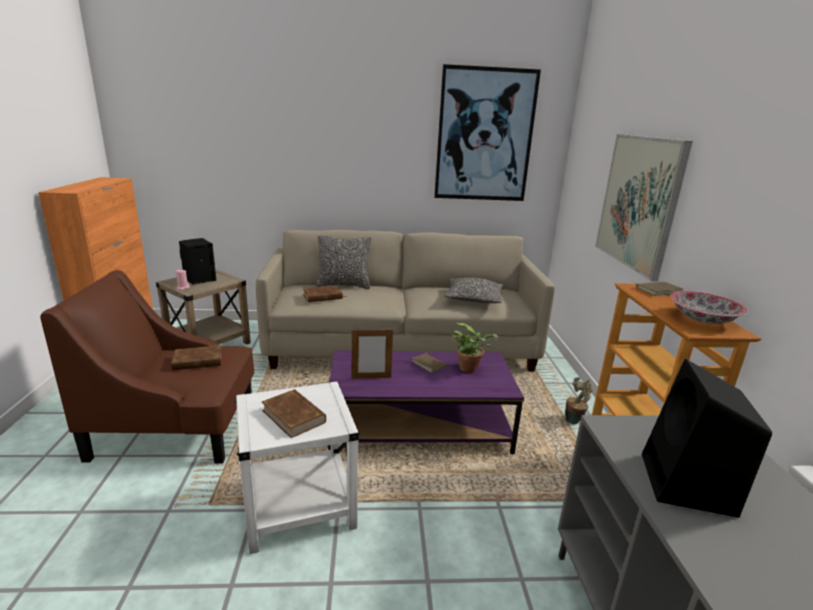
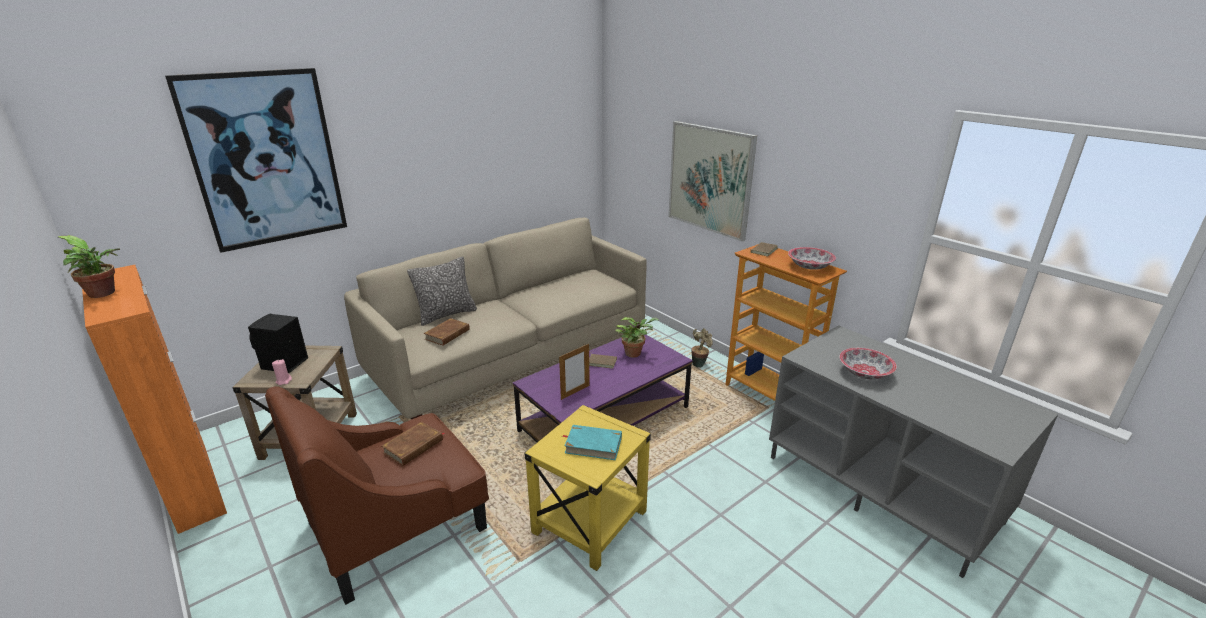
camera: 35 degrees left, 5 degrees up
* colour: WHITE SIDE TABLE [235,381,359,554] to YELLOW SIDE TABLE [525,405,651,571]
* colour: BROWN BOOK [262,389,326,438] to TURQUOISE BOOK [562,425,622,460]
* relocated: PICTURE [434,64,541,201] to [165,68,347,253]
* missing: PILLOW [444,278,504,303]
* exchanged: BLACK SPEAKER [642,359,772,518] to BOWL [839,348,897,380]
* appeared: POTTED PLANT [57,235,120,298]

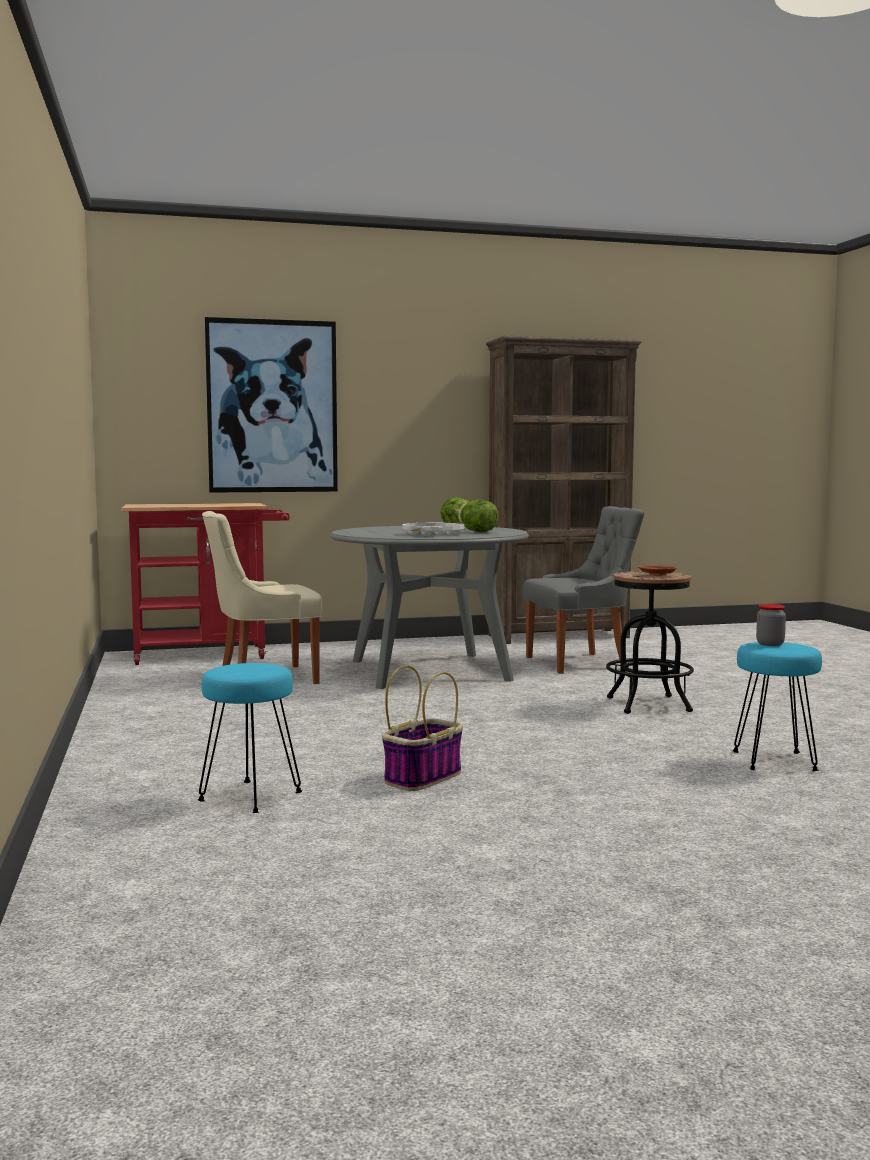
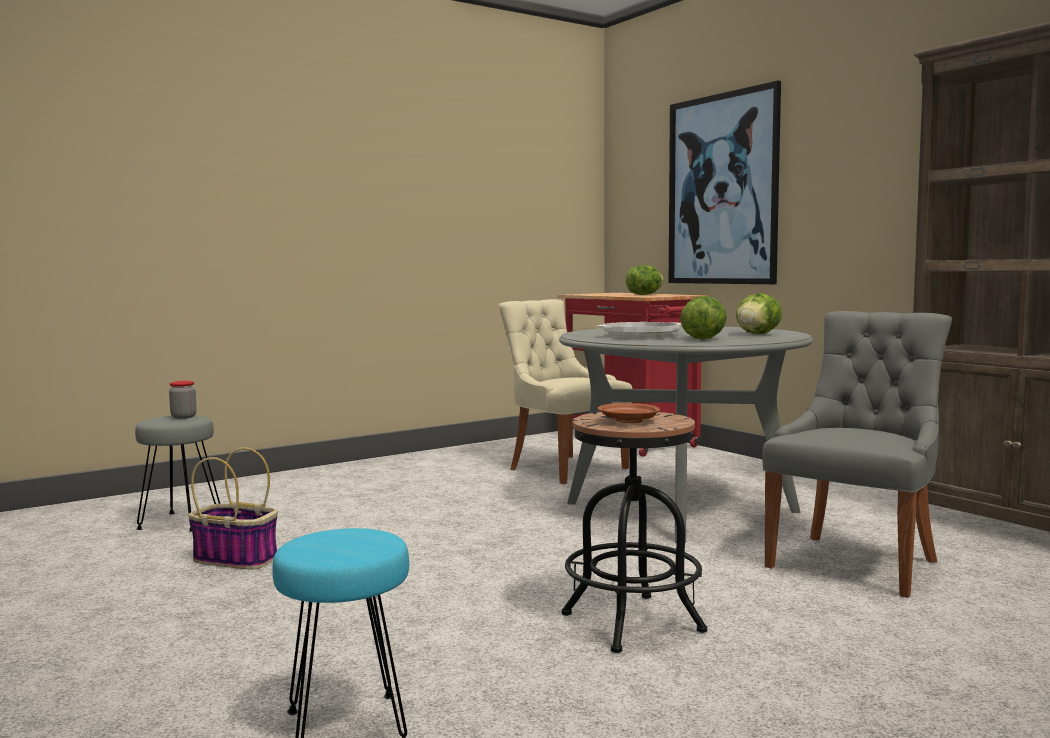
camera: 70 degrees right, 0 degrees up
* colour: TURQUOISE STOOL [198,663,302,813] to GREY STOOL [135,415,220,532]
* spun: GREY CHAIR [523,506,644,674] = [763,311,952,598] 105 degrees counterclockwise
* relocated: JAR [756,604,786,646] to [169,381,197,419]
* appeared: LETTUCE [625,265,664,295]

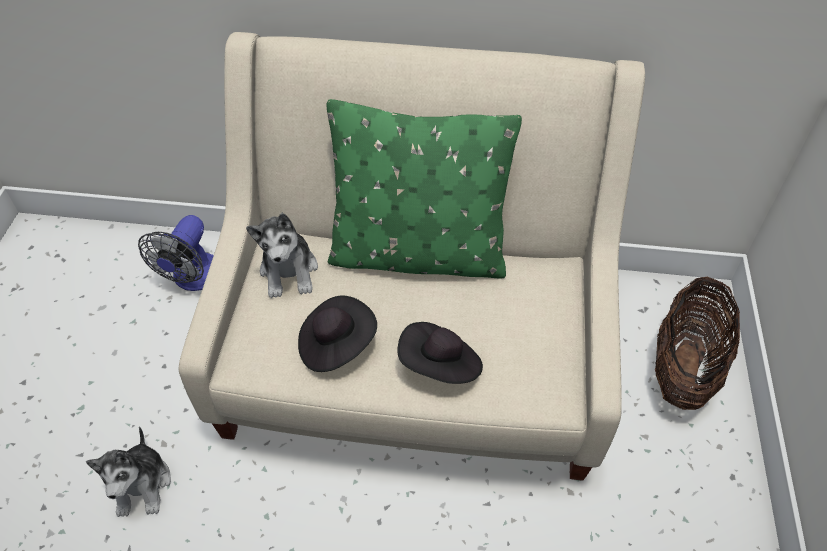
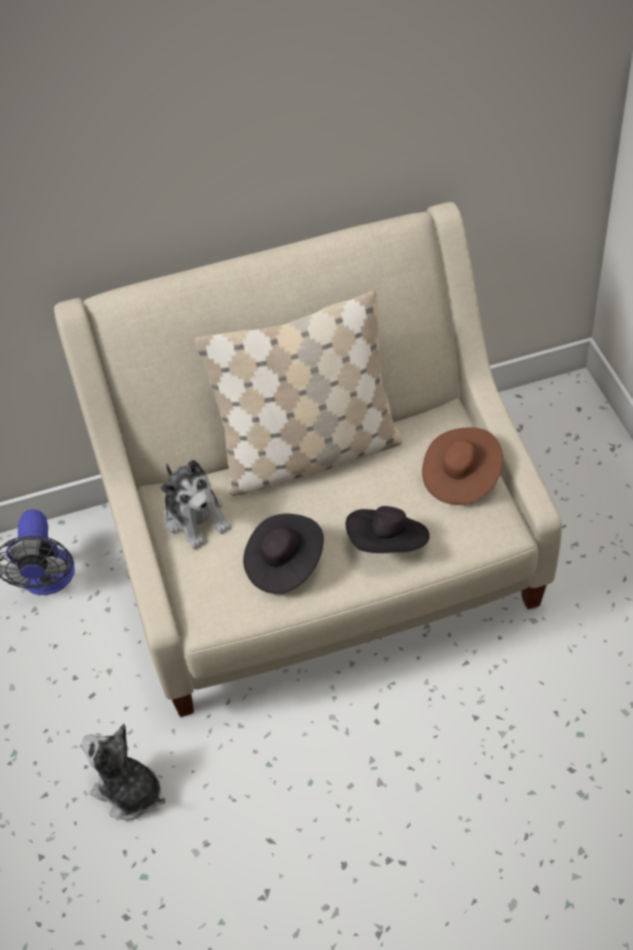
camera: 20 degrees left, 0 degrees up
* spun: PLUSH TOY [86,427,171,517] = [81,724,165,821] 150 degrees clockwise
* colour: GREEN PILLOW [327,99,522,279] to BEIGE PILLOW [195,291,402,496]
* missing: BASKET [655,277,740,410]
* appeared: BROWN HAT [422,427,503,505]

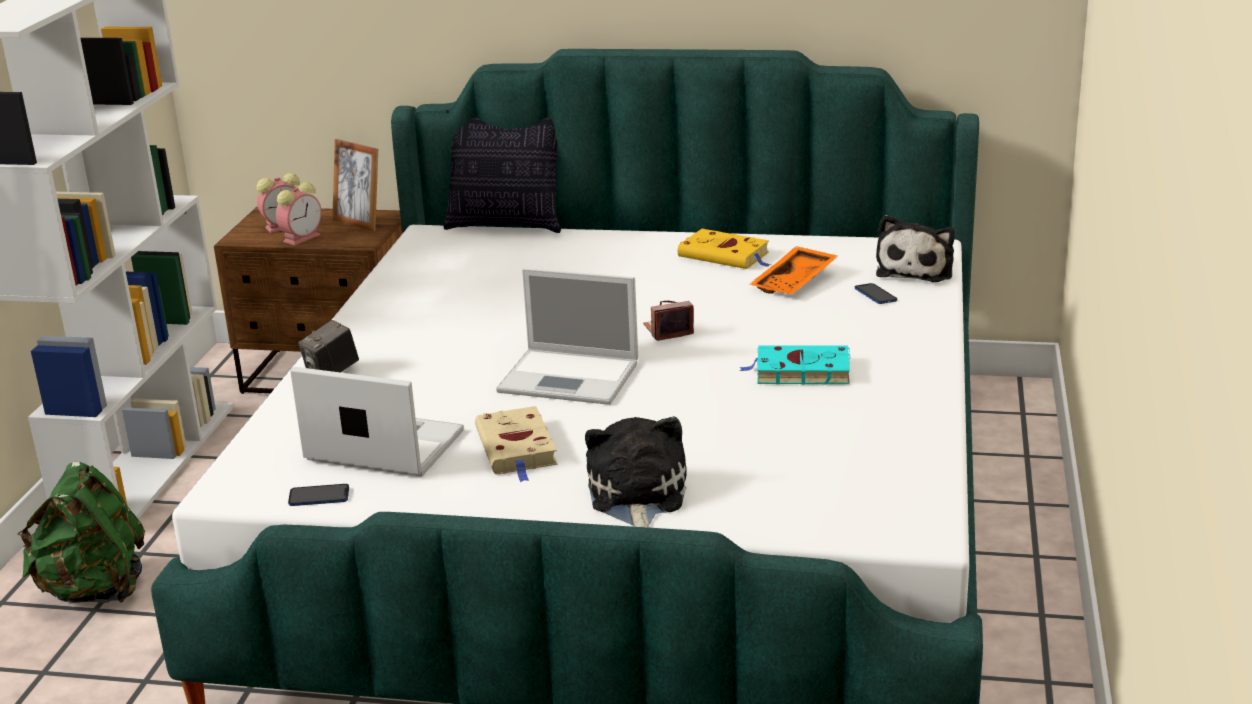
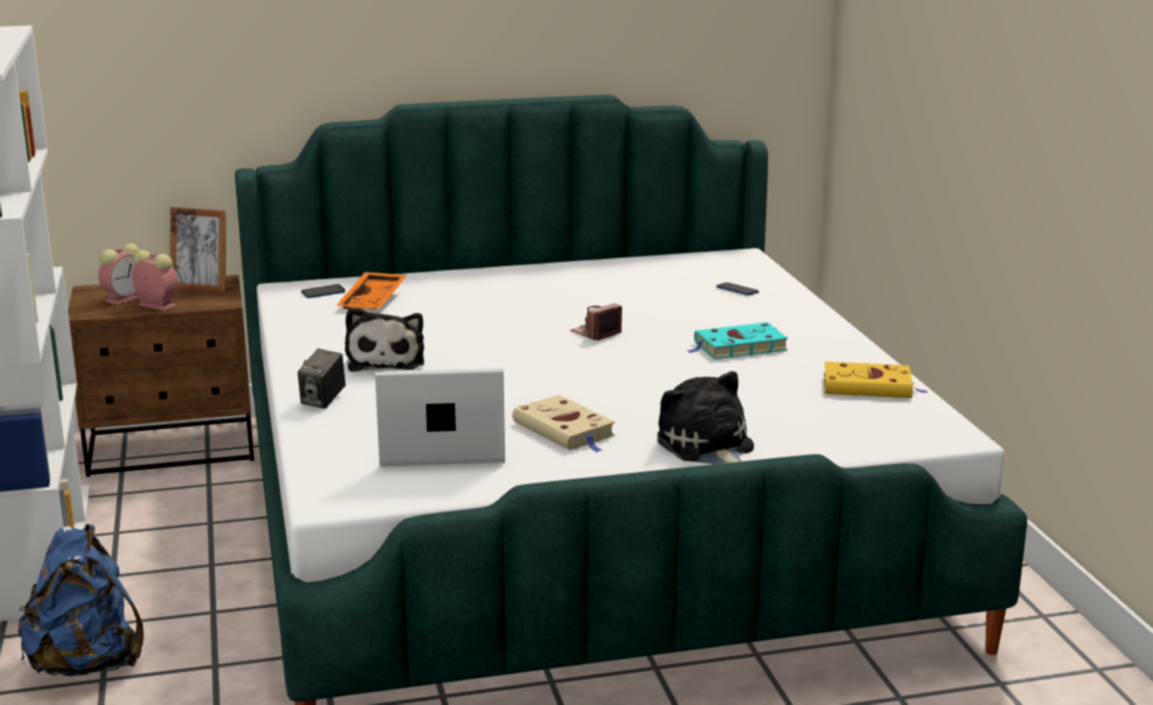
camera: 25 degrees left, 5 degrees down
* colour: GREEN BACKPACK [17,462,145,603] to BLUE BACKPACK [18,524,144,676]
* spun: ALARM CLOCK [276,182,322,246] = [132,250,178,311] 75 degrees counterclockwise
* relocated: PHONE [288,484,349,506] to [301,284,345,298]
* missing: PILLOW [444,110,561,233]
* missing: LAPTOP [496,268,638,405]
* relocated: YELLOW BOOK [678,229,771,269] to [823,362,928,398]
* relocated: ORANGE TRAY [749,246,838,294] to [336,272,407,310]
* relocated: PLUSH TOY [876,215,955,282] to [345,307,424,372]

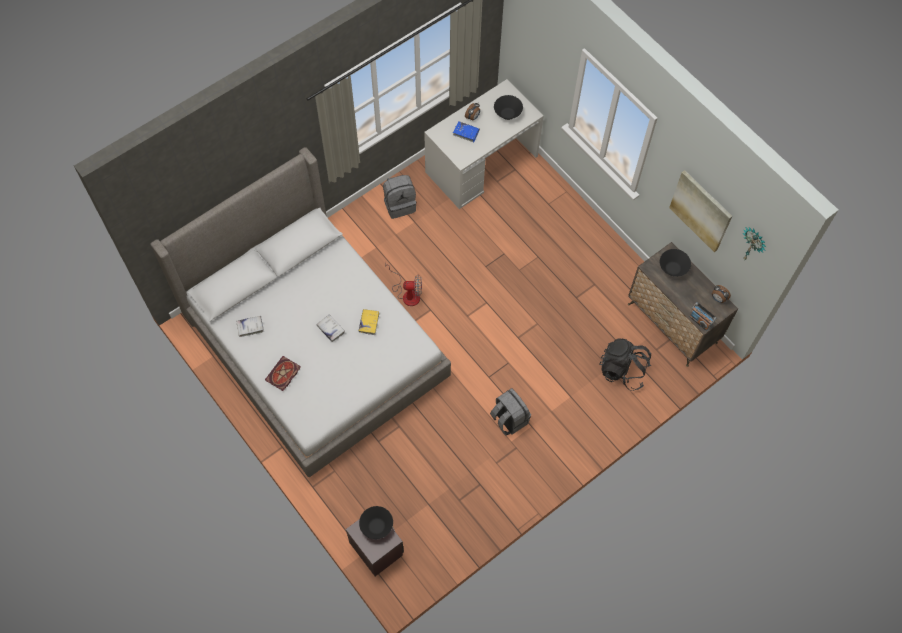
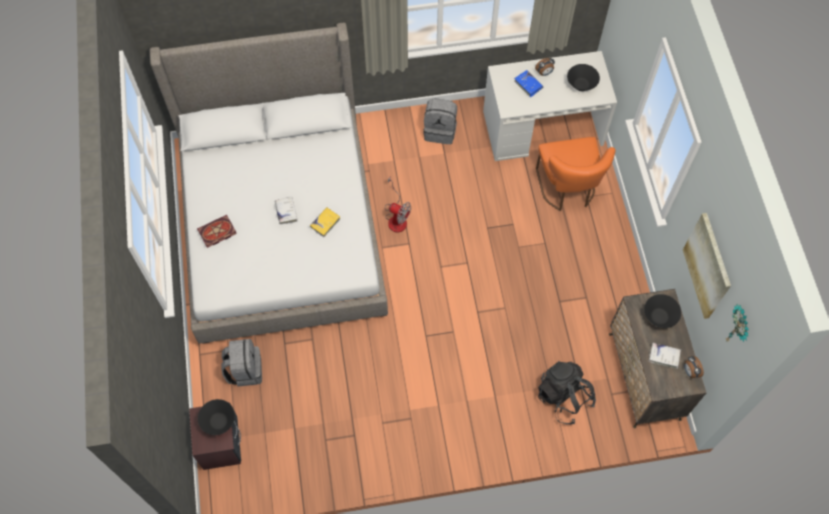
camera: 30 degrees right, 0 degrees up
* relocated: WHITE BOOK [236,316,264,337] to [649,343,681,369]
* relocated: GREY BACKPACK [490,388,531,436] to [221,339,262,386]
* missing: RADIO [689,302,716,331]
* appeared: ORANGE CHAIR [536,137,616,211]

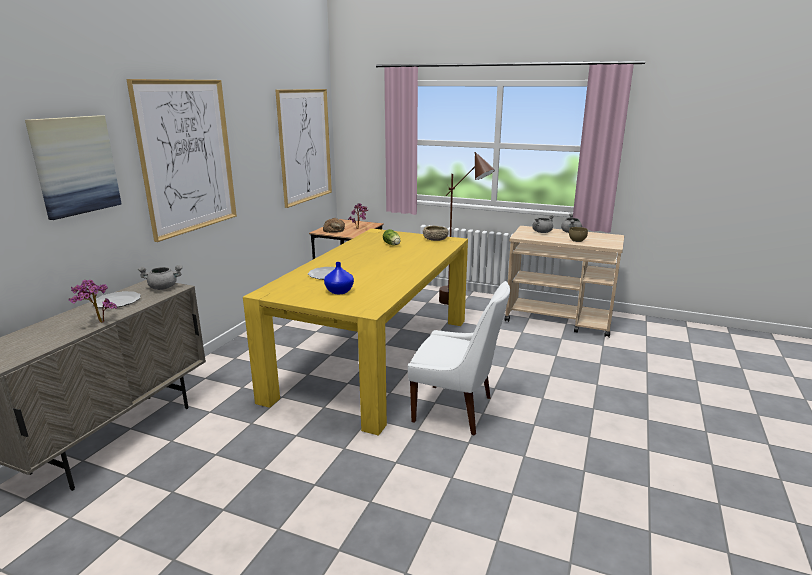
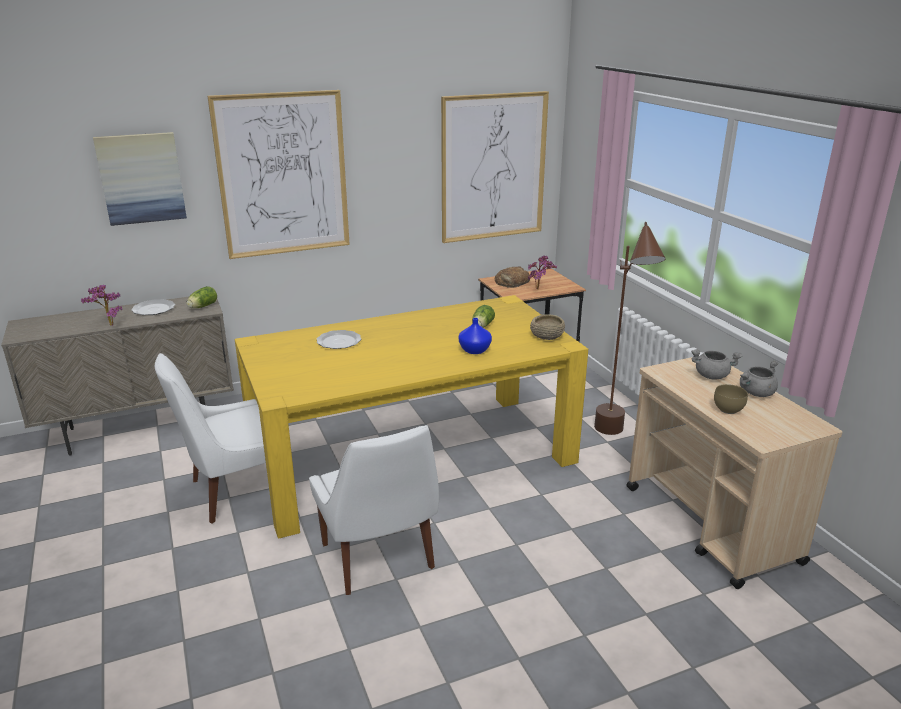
camera: 45 degrees right, 5 degrees up
* exchanged: GREY COOKING POT [138,265,183,290] to LETTUCE [186,286,217,308]
* relocated: BLUE VASE [324,262,354,294] to [459,318,492,354]
* appeared: WHITE CHAIR [155,353,266,524]

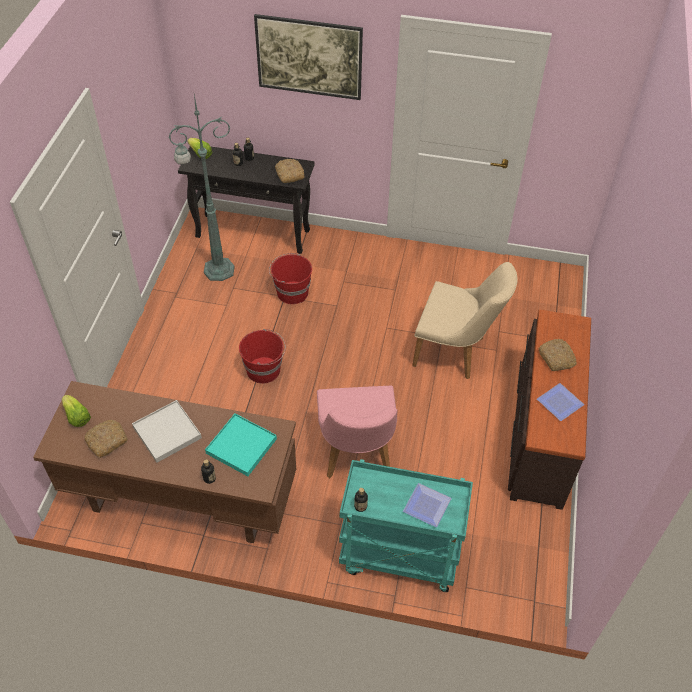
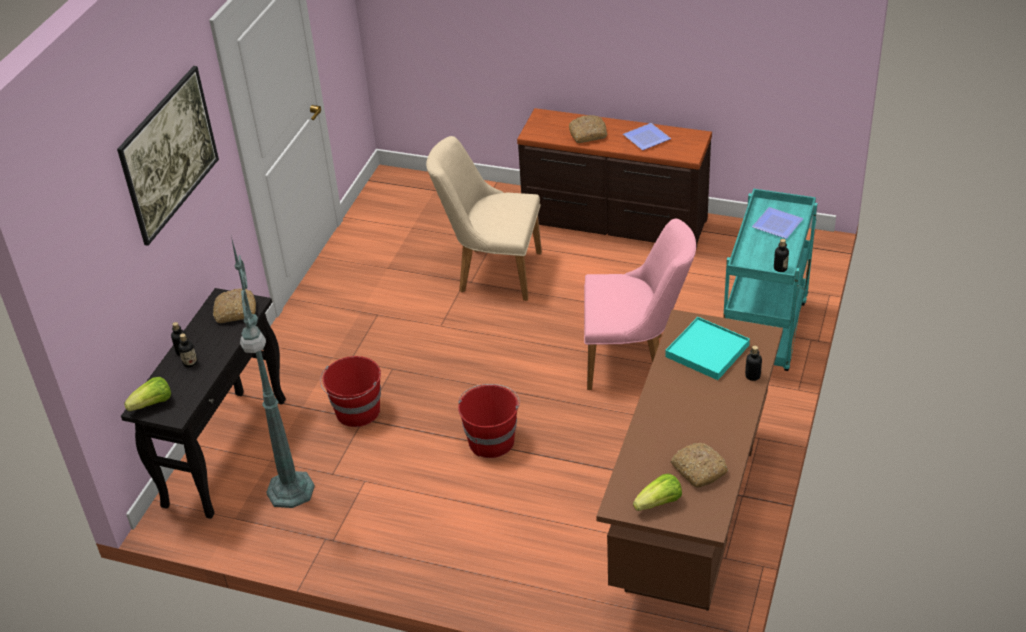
camera: 80 degrees left, 10 degrees down
* missing: WHITE TRAY [132,400,202,463]
* spun: BEIGE CHAIR [412,262,518,379] = [426,136,542,301] 105 degrees counterclockwise

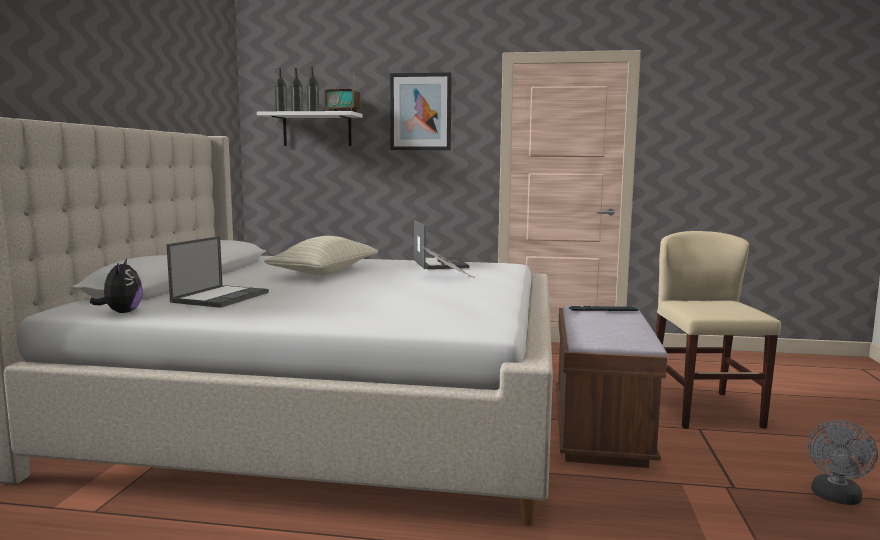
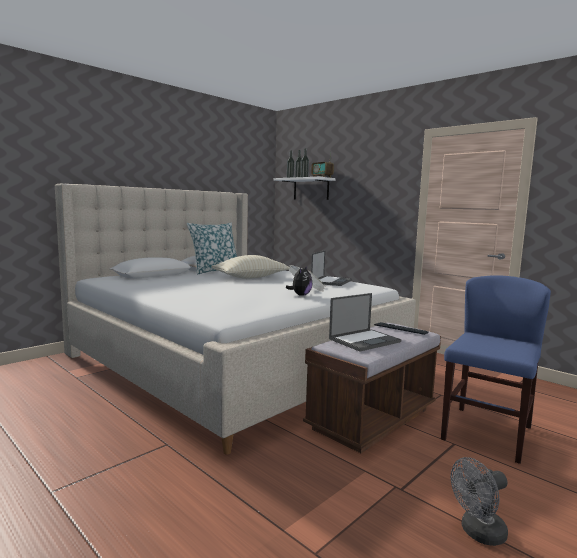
camera: 35 degrees right, 0 degrees up
* relocated: PLUSH TOY [90,259,143,313] to [286,266,313,296]
* relocated: LAPTOP [166,236,269,308] to [329,293,401,351]
* missing: PICTURE [390,72,452,150]
* colour: BEIGE CHAIR [655,231,781,429] to BLUE CHAIR [441,275,551,464]
* appeared: PILLOW [187,223,237,275]

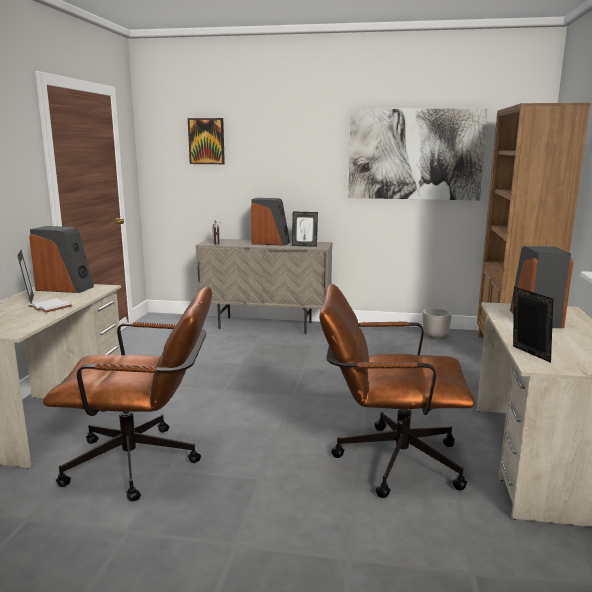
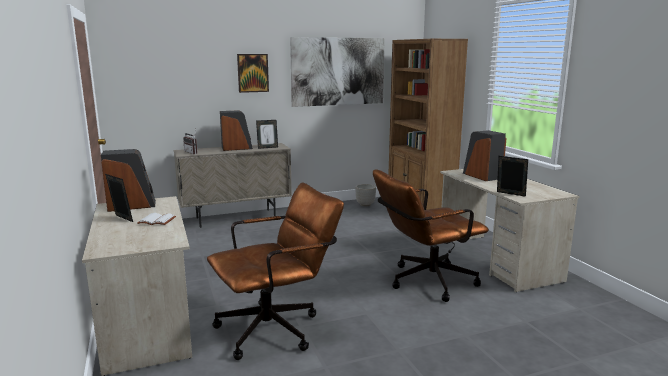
camera: 30 degrees left, 0 degrees up
* relocated: PICTURE [188,118,225,164] to [237,54,269,93]

